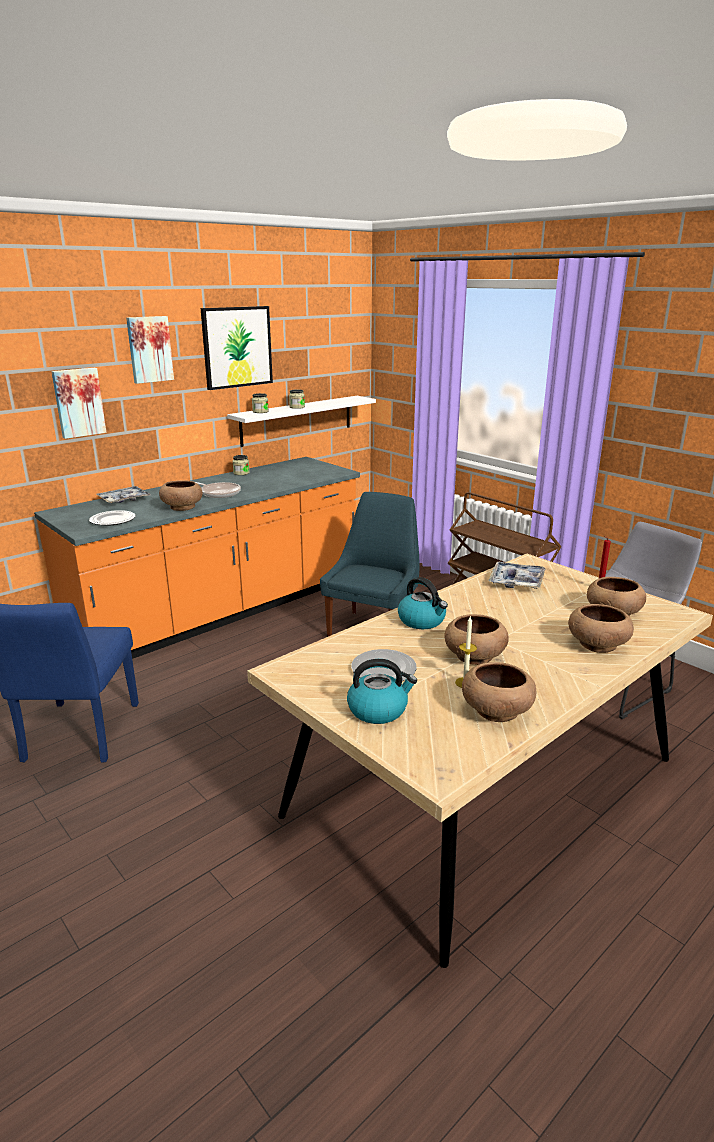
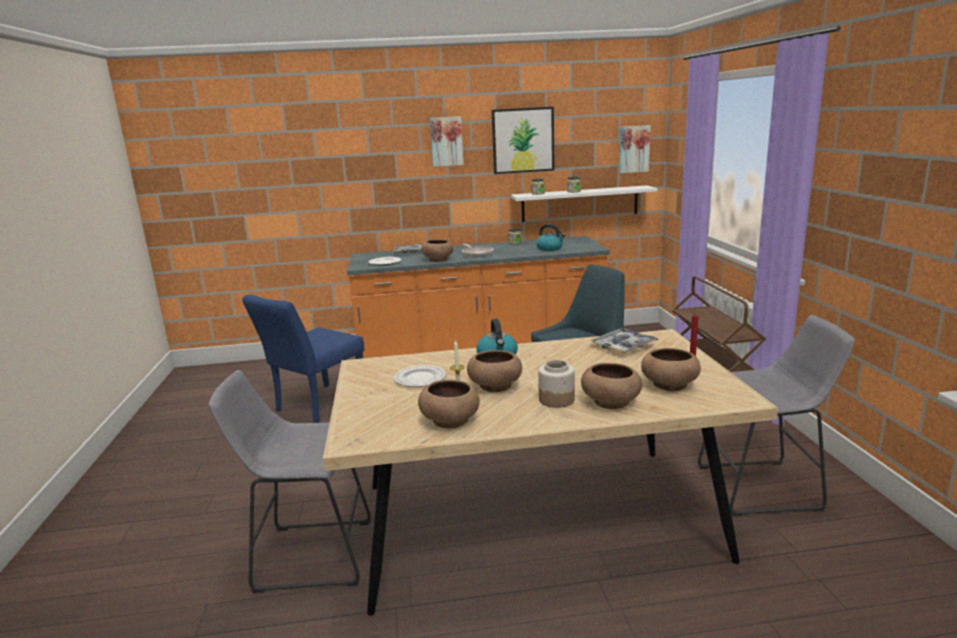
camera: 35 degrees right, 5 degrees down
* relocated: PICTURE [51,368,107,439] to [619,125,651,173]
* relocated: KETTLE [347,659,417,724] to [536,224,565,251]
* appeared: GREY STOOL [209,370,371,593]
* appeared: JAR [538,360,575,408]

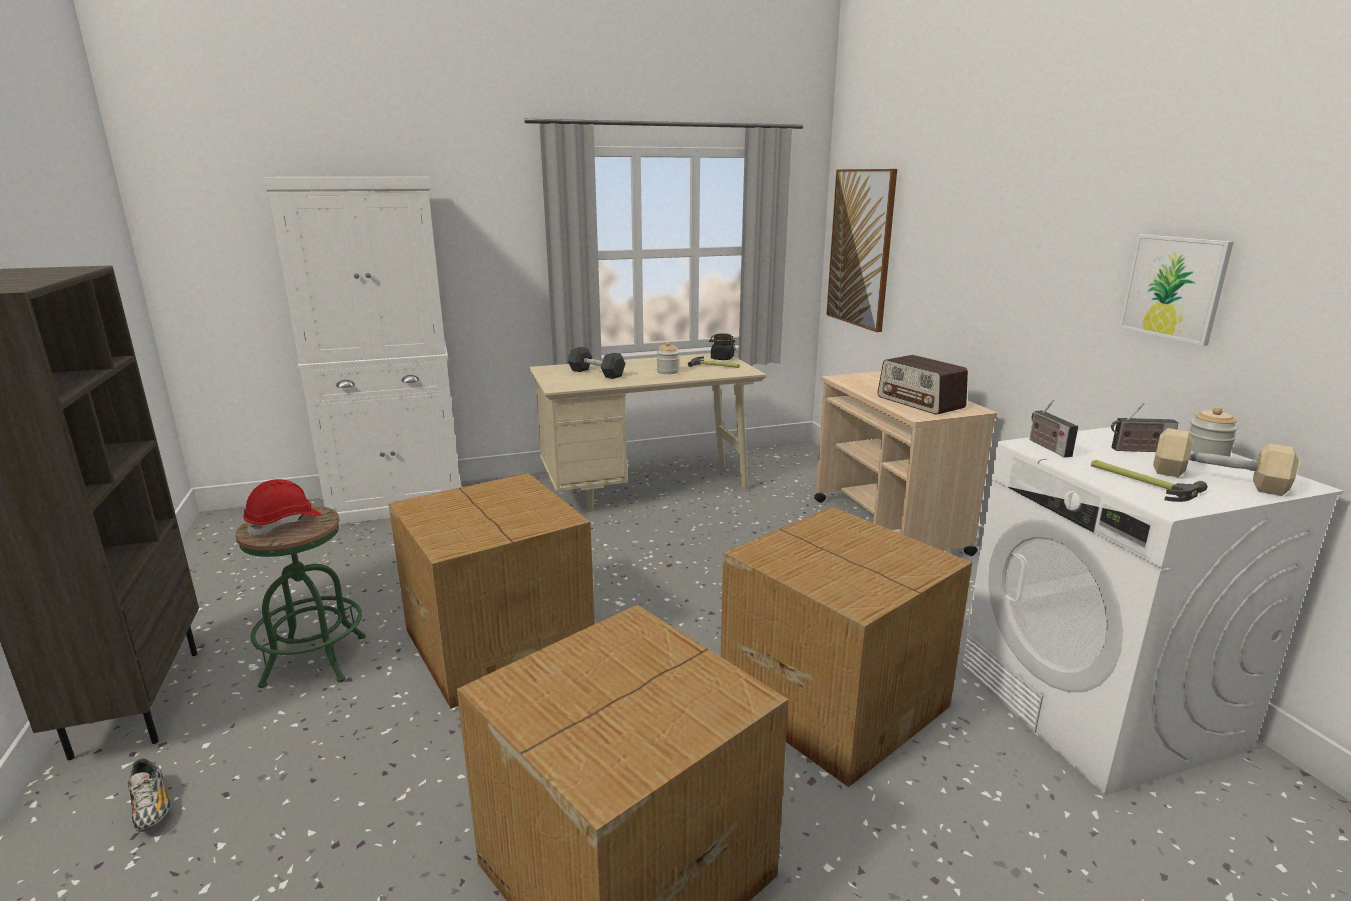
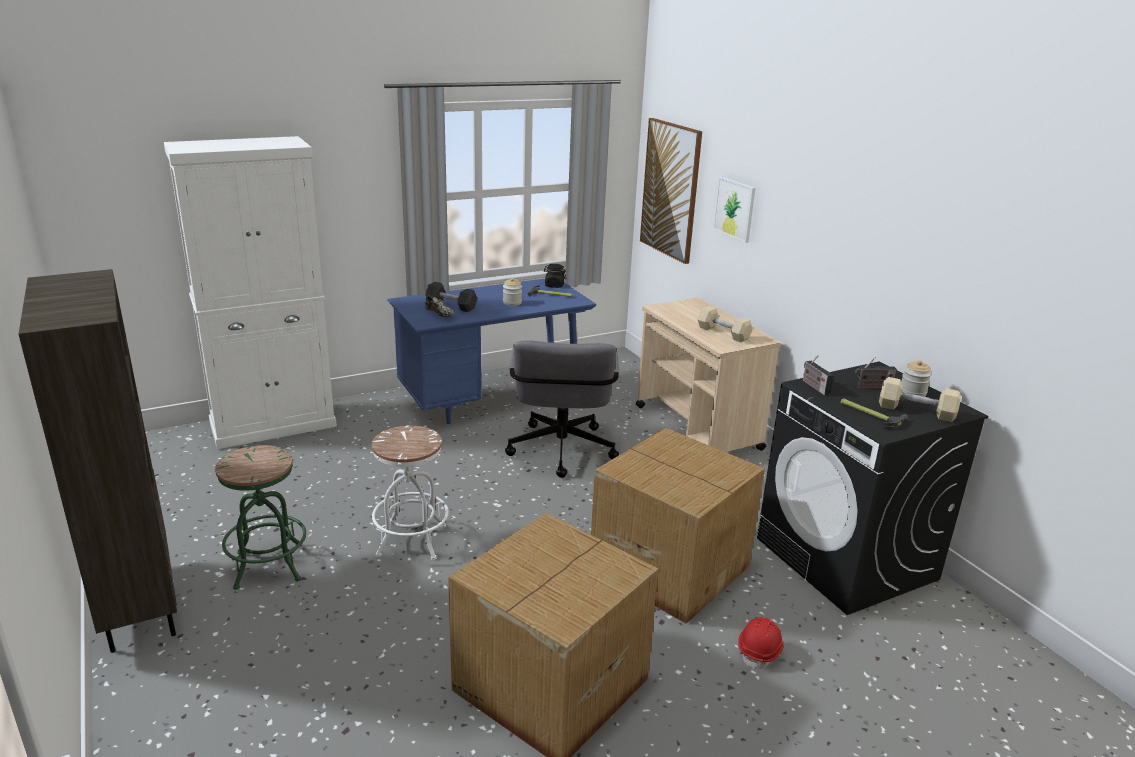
camera: 10 degrees left, 5 degrees up
* relocated: SHOE [128,758,170,832] to [425,295,455,317]
* relocated: RED HARD HAT [243,479,322,537] to [738,617,784,671]
* exchanged: CARDBOARD BOX [388,473,595,709] to WHITE STOOL [372,425,449,560]
* colour: BEIGE DESK [529,353,766,511] to BLUE DESK [387,279,596,424]
* exchanged: RADIO [877,355,968,415] to BEIGE DUMBBELL [698,306,753,342]
* colour: WHITE WASHING MACHINE [962,426,1344,795] to BLACK WASHING MACHINE [757,361,988,615]
* relocated: PICTURE [1119,234,1233,346] to [713,177,755,243]
* appeared: GREY OFFICE CHAIR [505,340,619,478]

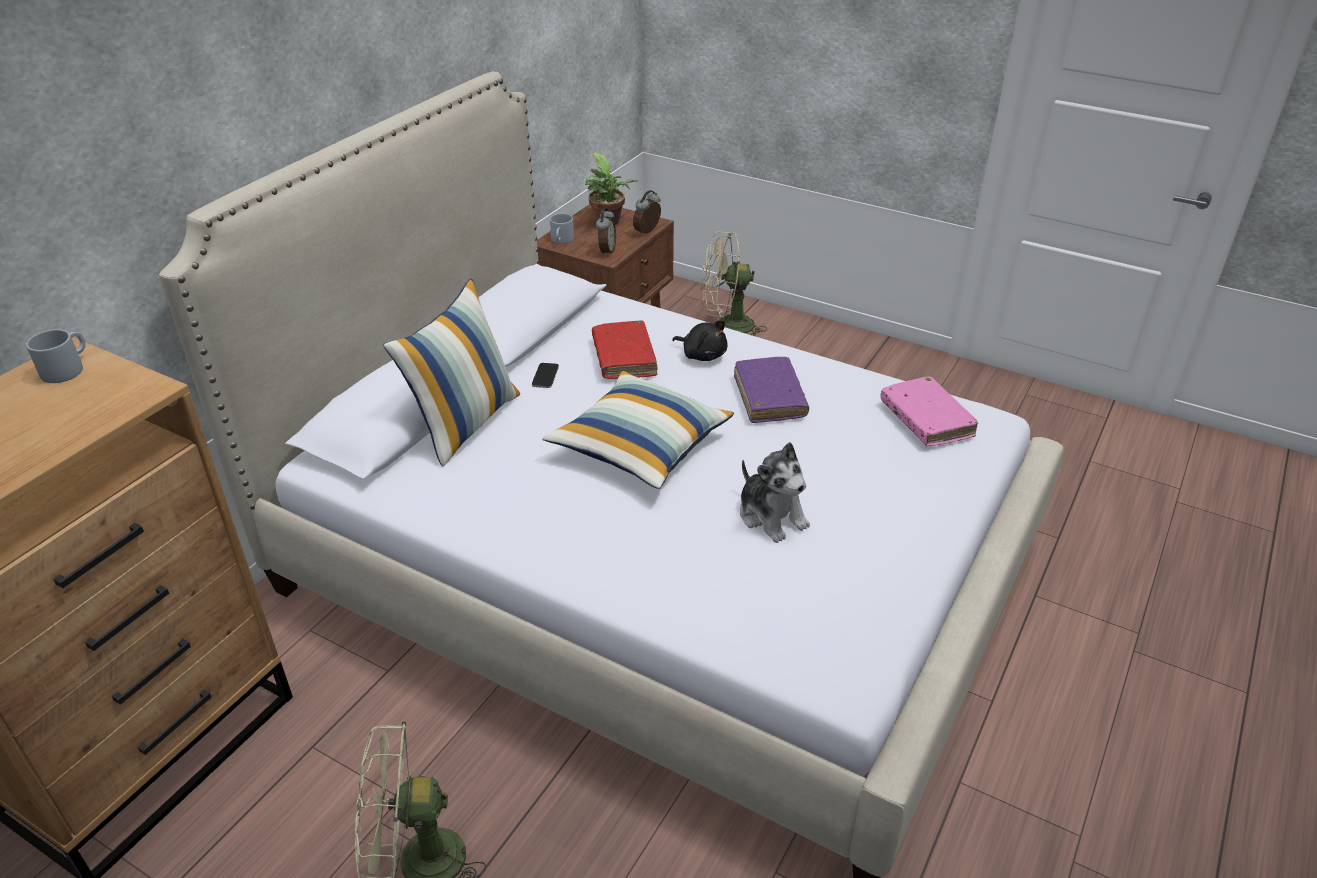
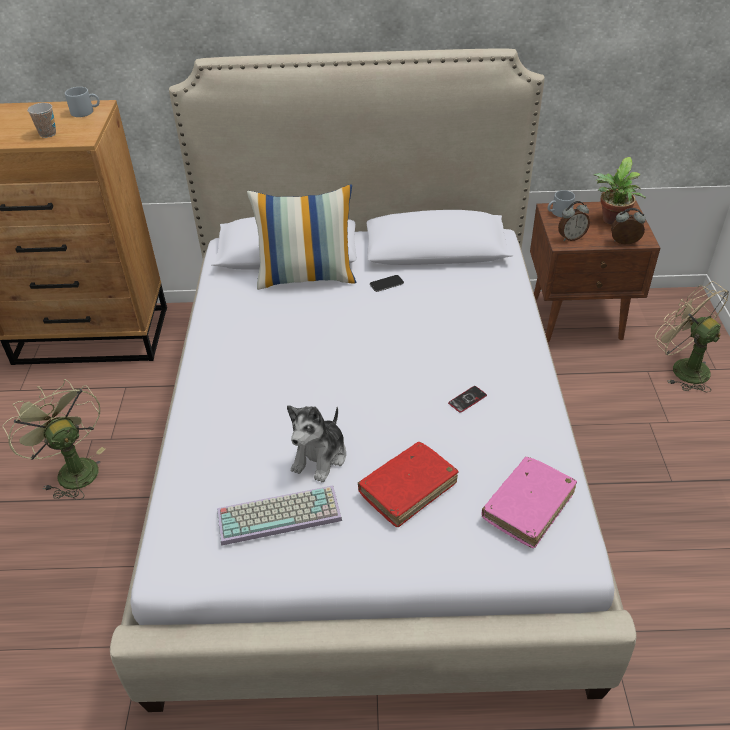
camera: 60 degrees right, 5 degrees up
* missing: PILLOW [542,371,734,489]
* relocated: RED BOOK [592,320,658,379] to [358,442,459,527]
* missing: BLACK PLUSH TOY [672,320,727,361]
* exchanged: PURPLE BOOK [734,357,809,423] to PHONE [448,386,487,413]
* appeared: CUP [27,103,56,138]
* appeared: KEYBOARD [217,485,342,546]

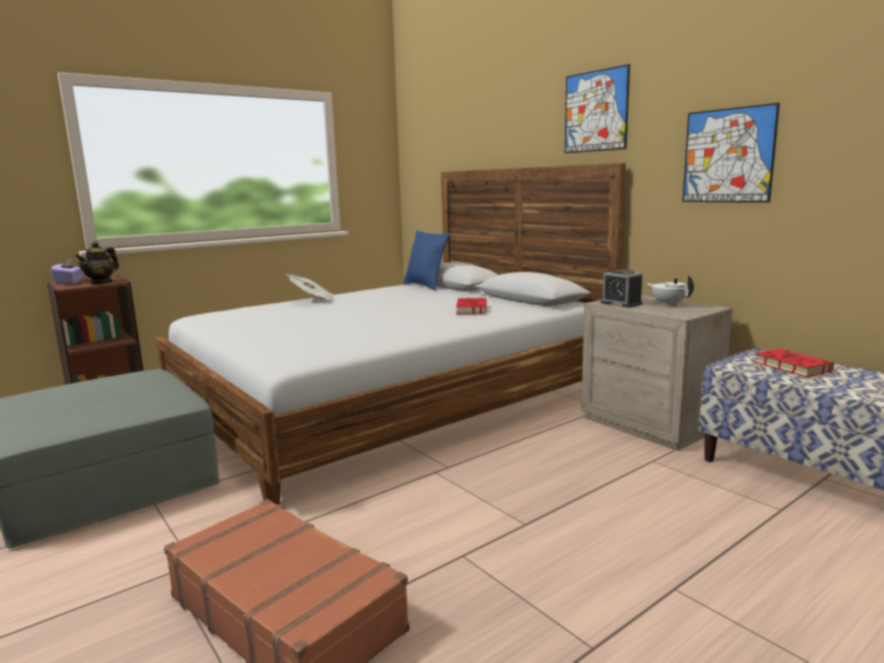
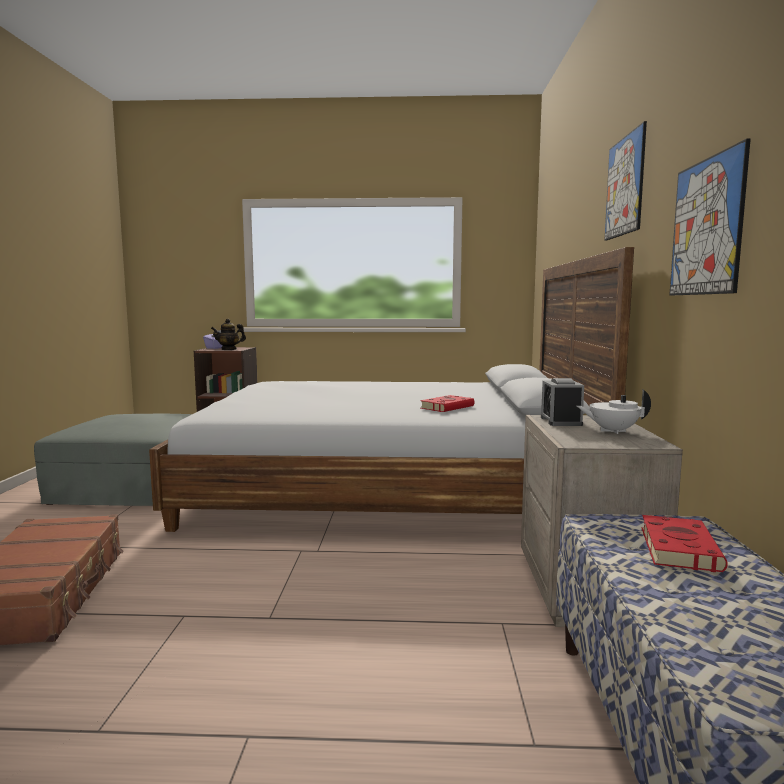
camera: 40 degrees right, 5 degrees down
* missing: NEWSPAPER [286,274,336,301]
* missing: BLUE PILLOW [403,230,450,290]
* spun: WHITE TEAPOT [647,275,694,306] = [577,390,651,434] 90 degrees counterclockwise

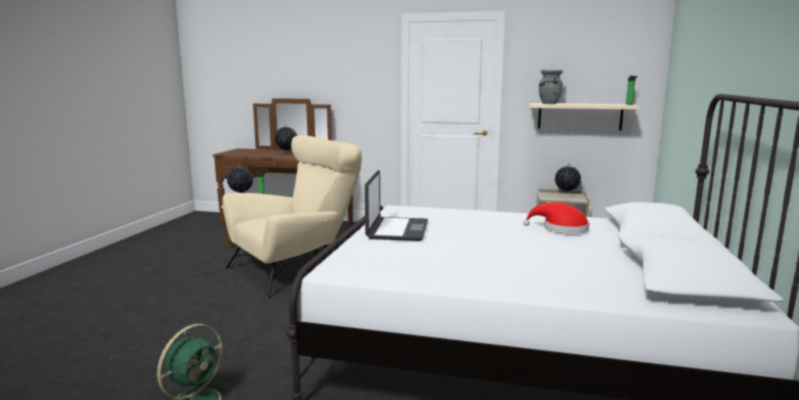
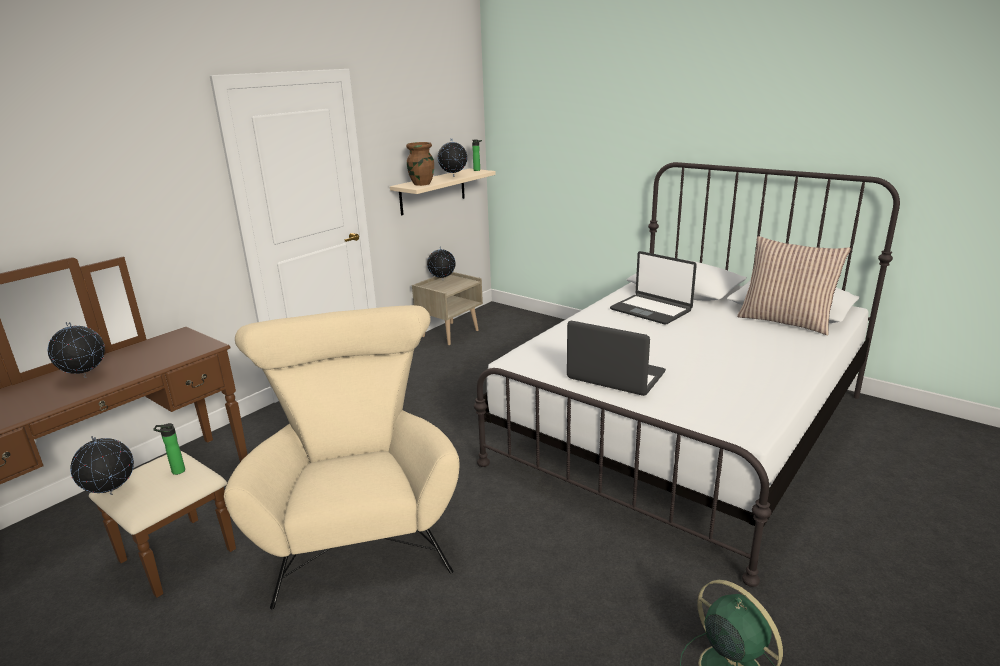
camera: 65 degrees left, 10 degrees up
* exchanged: RED HAT [523,202,589,234] to LAPTOP [610,251,697,324]
* colour: GREY VASE [539,70,563,104] to BROWN VASE [406,142,434,186]
* appeared: GLOBE [438,138,467,177]
* appeared: PILLOW [737,236,851,335]

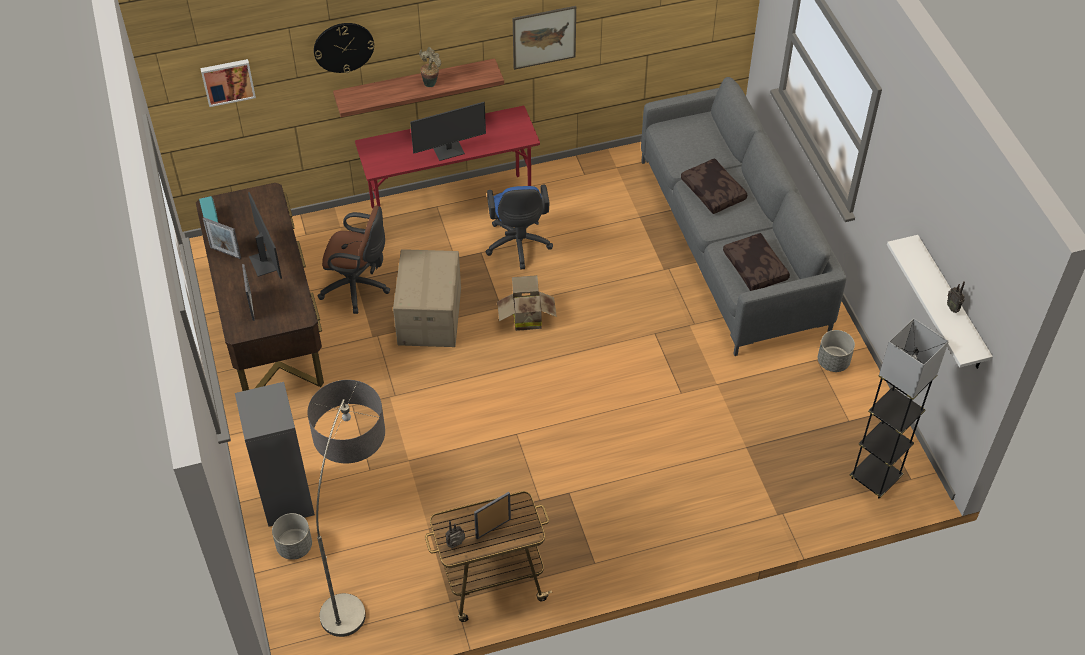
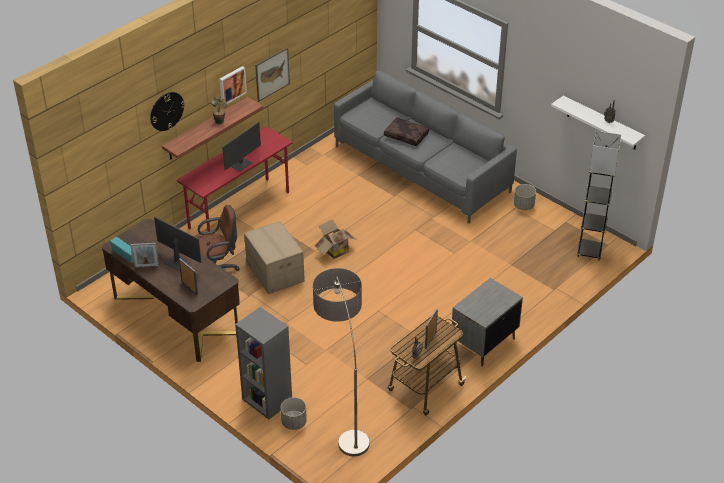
camera: 30 degrees left, 10 degrees down
* relocated: PICTURE [200,59,256,107] to [219,66,247,104]
* missing: BLUE OFFICE CHAIR [485,184,553,269]
* missing: BROWN PILLOW [723,233,790,291]
* appeared: GREY NIGHTSTAND [452,278,523,366]

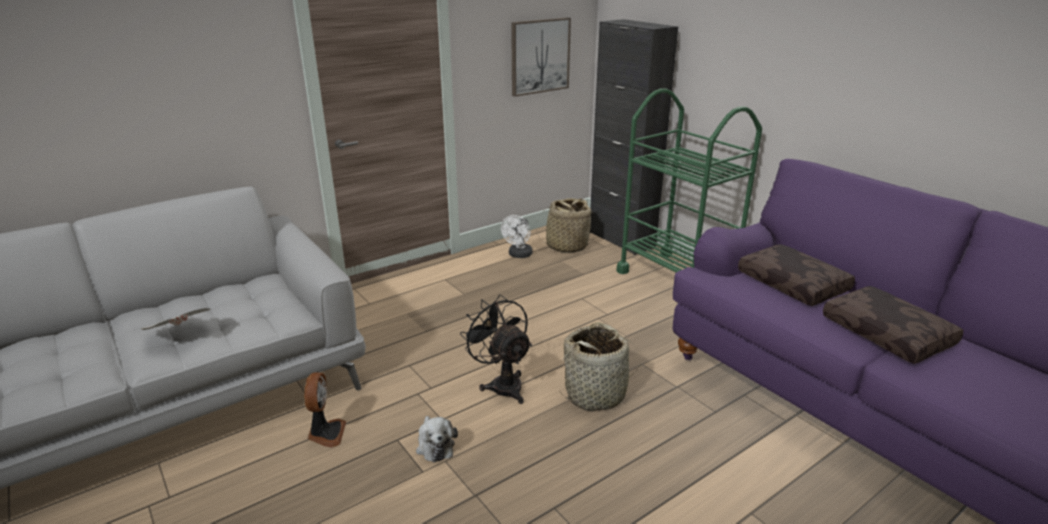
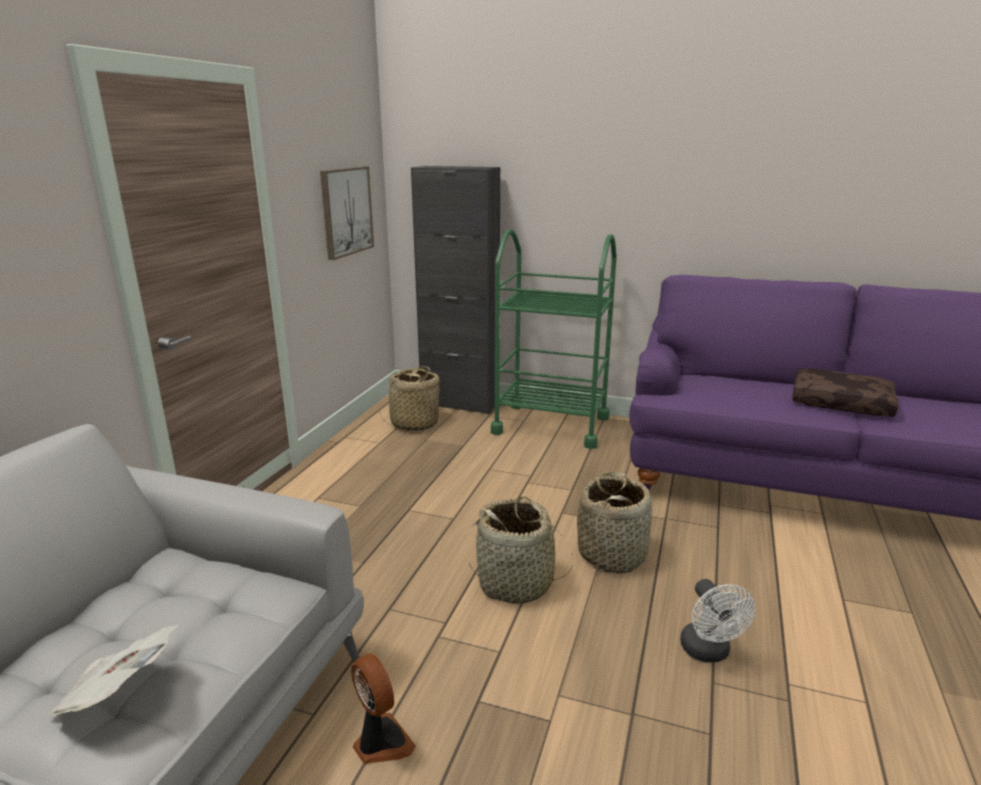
camera: 35 degrees left, 5 degrees down
* missing: PLUSH TOY [416,416,458,462]
* exchanged: BLACK FAN [460,294,532,404] to BASKET [468,496,573,604]
* relocated: WHITE FAN [501,215,532,258] to [680,579,755,663]
* missing: BROWN PILLOW [738,244,855,306]

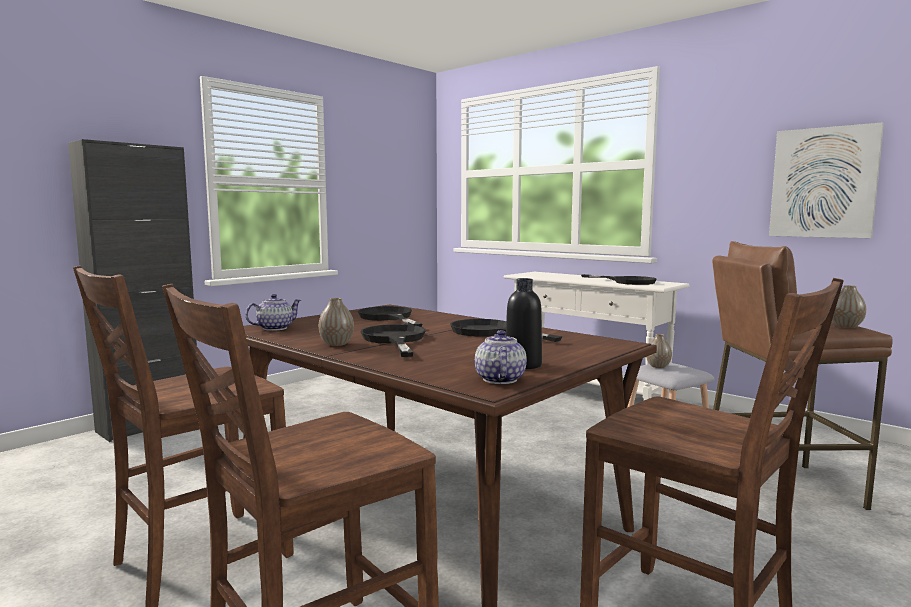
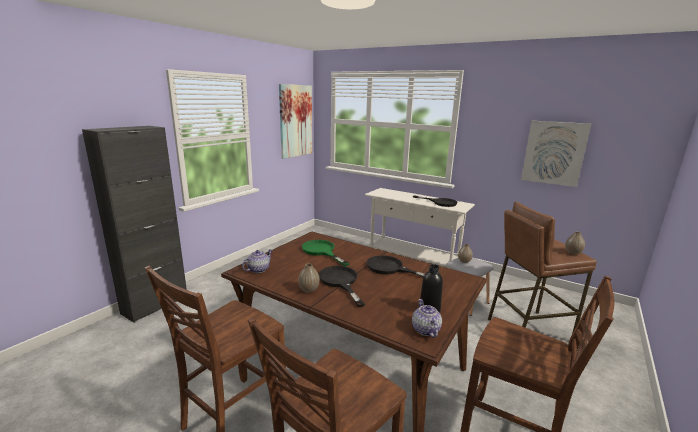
camera: 10 degrees left, 10 degrees up
* colour: BLACK FRYING PAN [358,306,422,327] to GREEN FRYING PAN [302,240,350,266]
* appeared: PICTURE [279,84,312,159]

